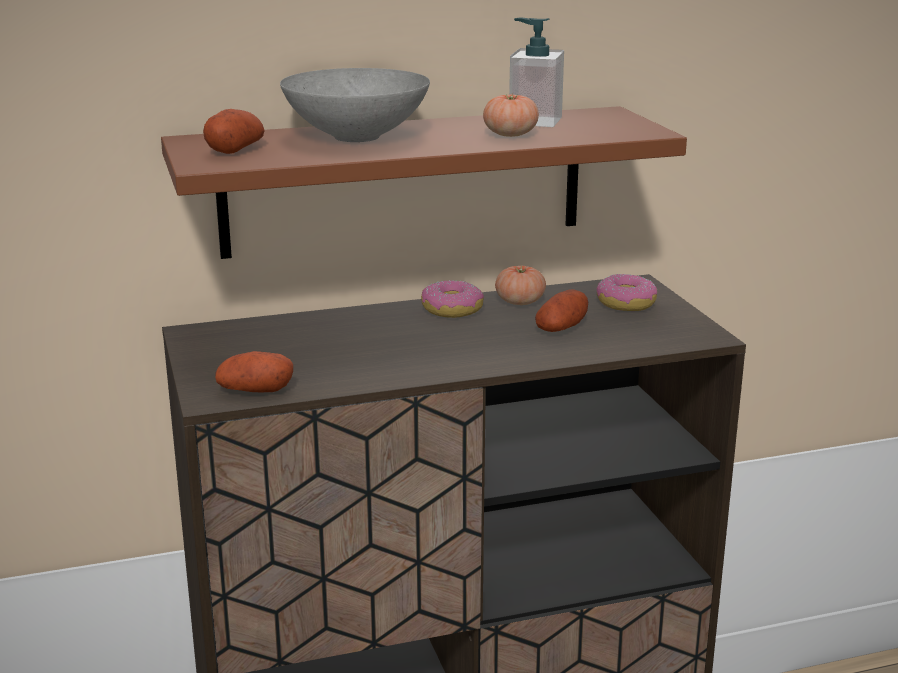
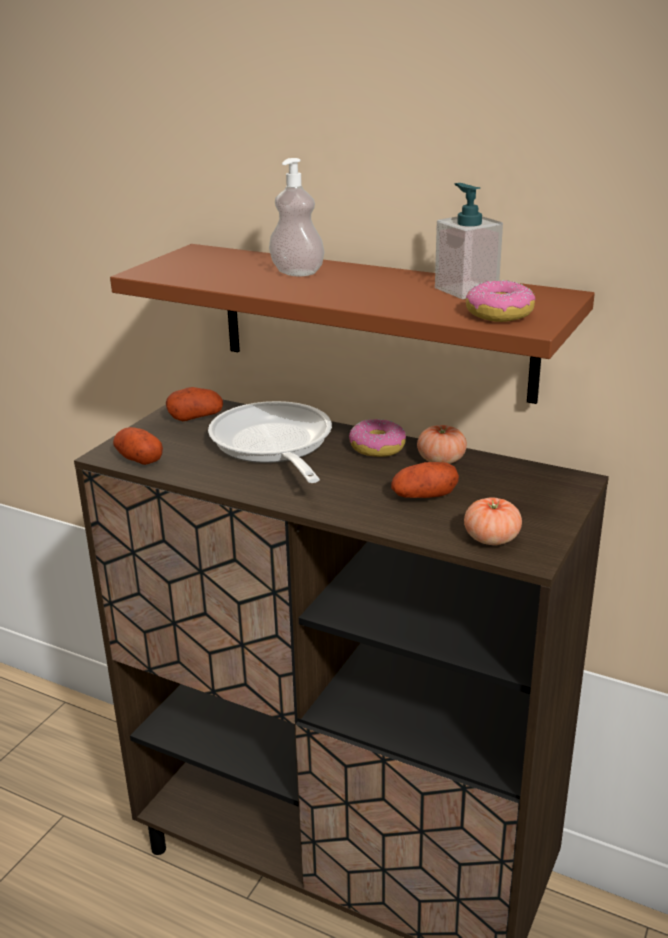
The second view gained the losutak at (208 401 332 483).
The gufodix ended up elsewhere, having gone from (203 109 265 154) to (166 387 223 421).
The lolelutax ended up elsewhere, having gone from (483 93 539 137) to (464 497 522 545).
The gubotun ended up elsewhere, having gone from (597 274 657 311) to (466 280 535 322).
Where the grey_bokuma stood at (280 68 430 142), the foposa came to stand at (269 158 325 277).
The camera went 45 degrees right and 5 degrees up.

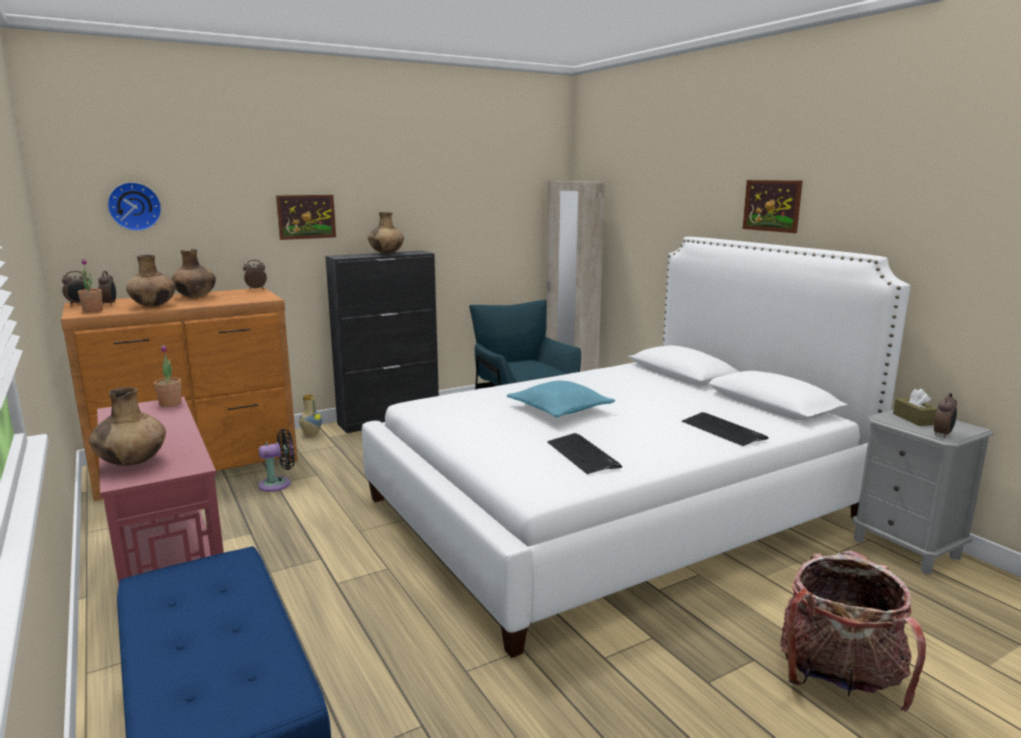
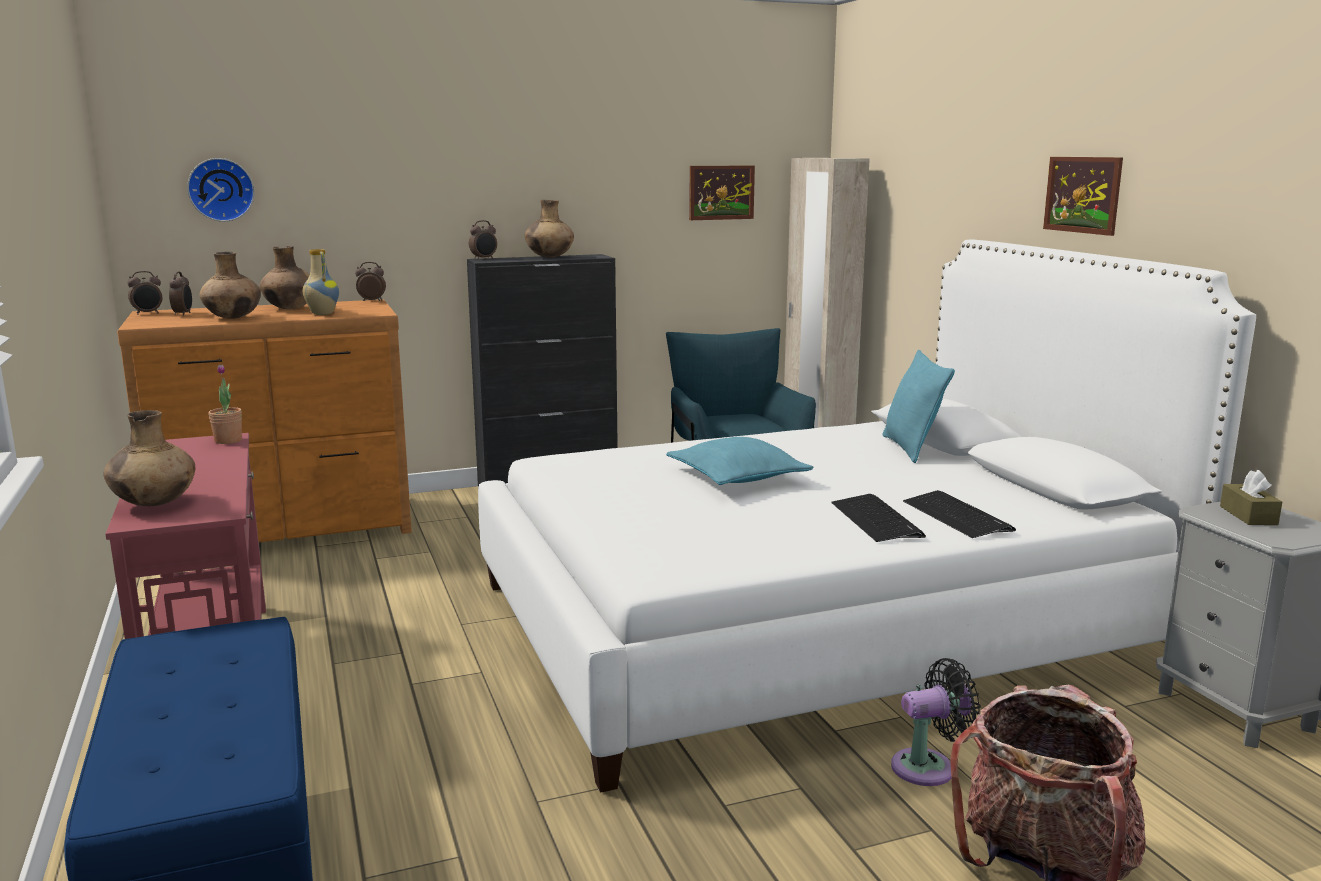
The second view lost the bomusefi at (78 258 103 312).
The second view gained the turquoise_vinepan at (882 350 955 463).
The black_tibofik ended up elsewhere, having gone from (258 429 294 492) to (891 658 981 786).
The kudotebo ended up elsewhere, having gone from (276 195 336 240) to (689 165 755 220).
The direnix ended up elsewhere, having gone from (299 394 322 436) to (303 249 339 315).
The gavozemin ended up elsewhere, having gone from (547 433 622 474) to (832 494 926 542).
The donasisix ended up elsewhere, having gone from (934 393 957 438) to (469 220 497 260).
The camera went 10 degrees right and 0 degrees up.

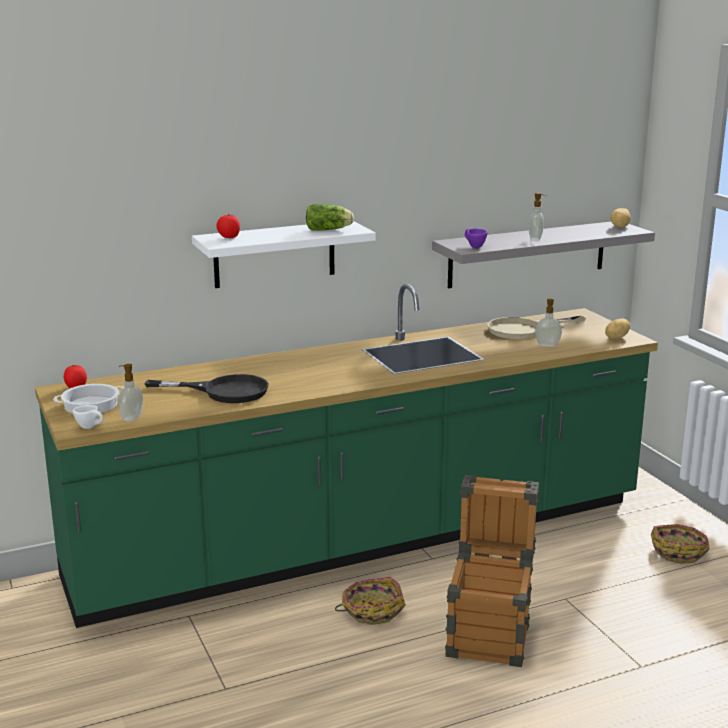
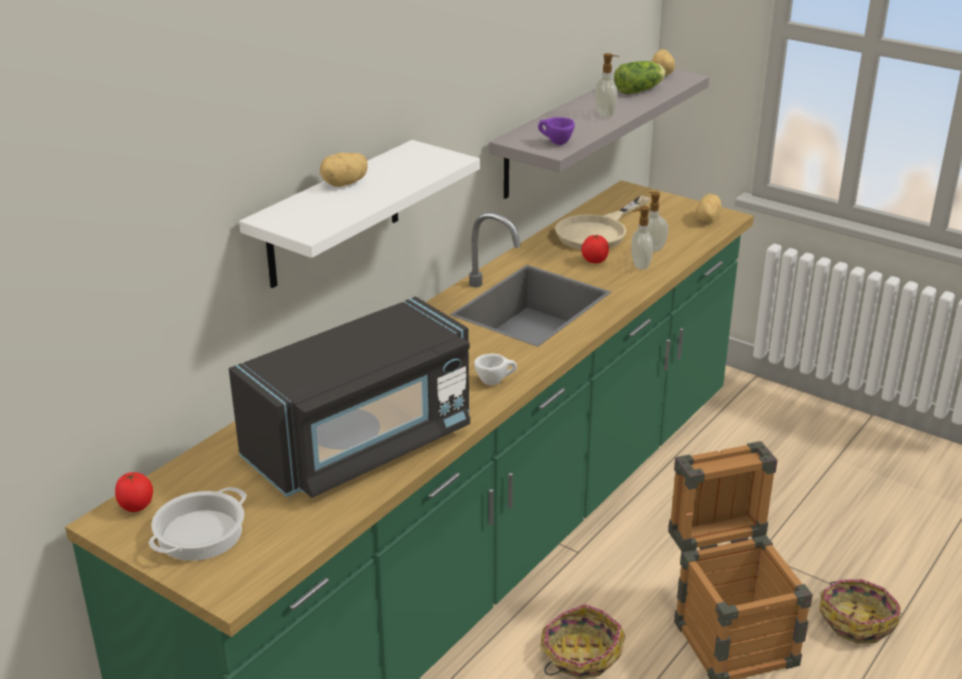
The second view gained the gufodix at (320 153 368 187).
The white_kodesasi ended up elsewhere, having gone from (73 405 103 429) to (474 354 517 385).
The foposa ended up elsewhere, having gone from (119 364 143 422) to (631 206 653 270).
The lolelutax ended up elsewhere, having gone from (216 214 240 238) to (581 234 609 263).
The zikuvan ended up elsewhere, having gone from (306 204 354 231) to (614 61 666 95).
The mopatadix ended up elsewhere, having gone from (651 524 710 564) to (820 579 901 643).
Where the black_losutak stood at (144 374 269 403), the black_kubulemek came to stand at (229 297 470 498).
The camera went 30 degrees left and 10 degrees up.

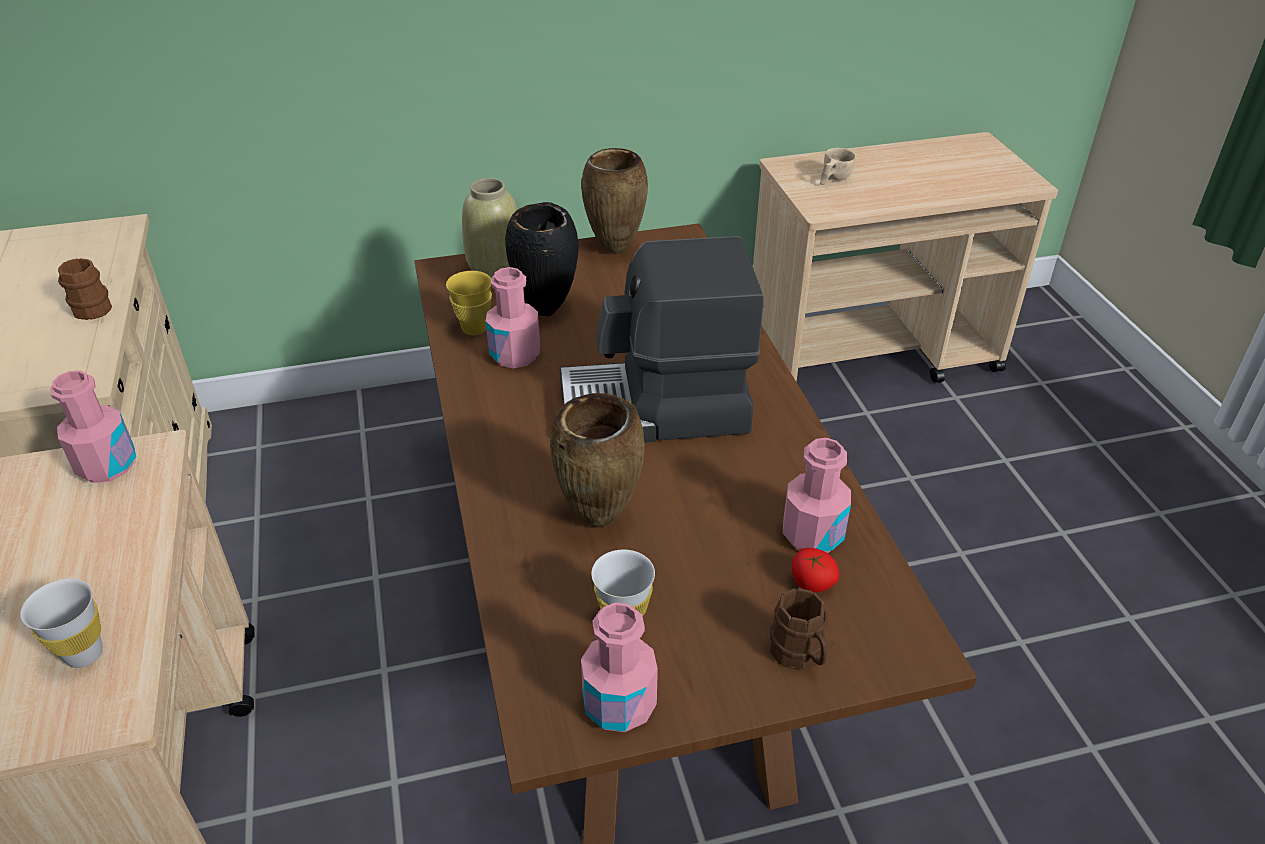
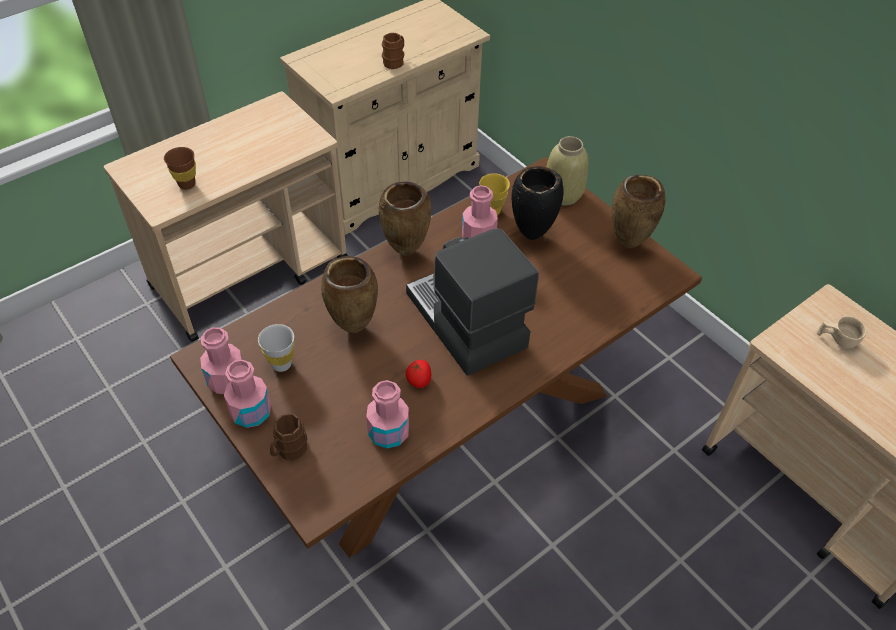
The second view gained the brown_direnix at (379 182 431 256).
The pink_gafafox ended up elsewhere, having gone from (50 370 136 483) to (224 359 271 428).
The lolelutax ended up elsewhere, having gone from (792 548 839 592) to (406 360 431 388).
What was the white_kodesasi at (20 578 103 668) turned into the brown_kodesasi at (164 147 196 190).
The camera went 65 degrees right and 10 degrees up.

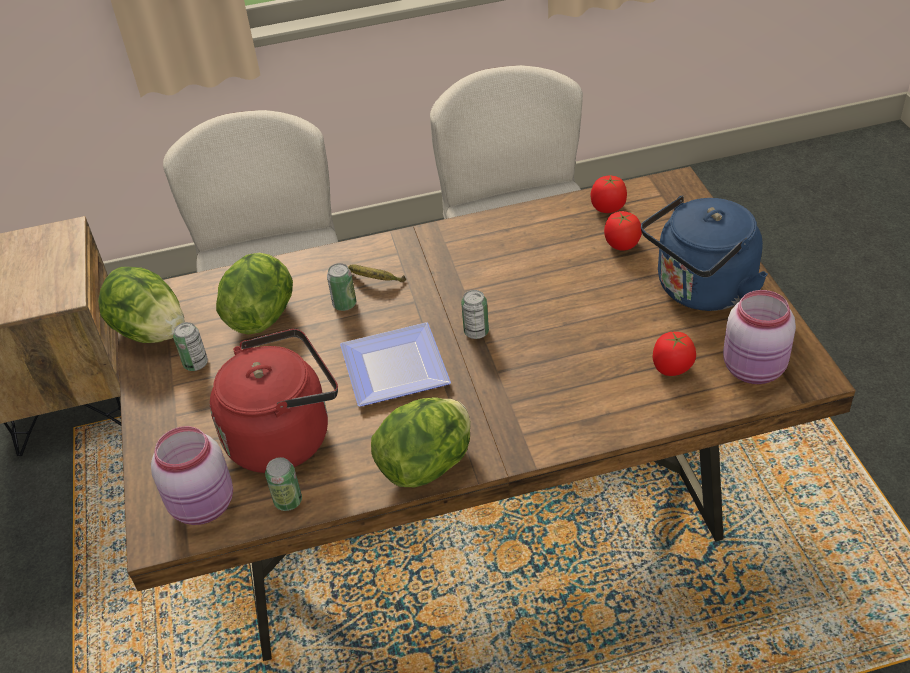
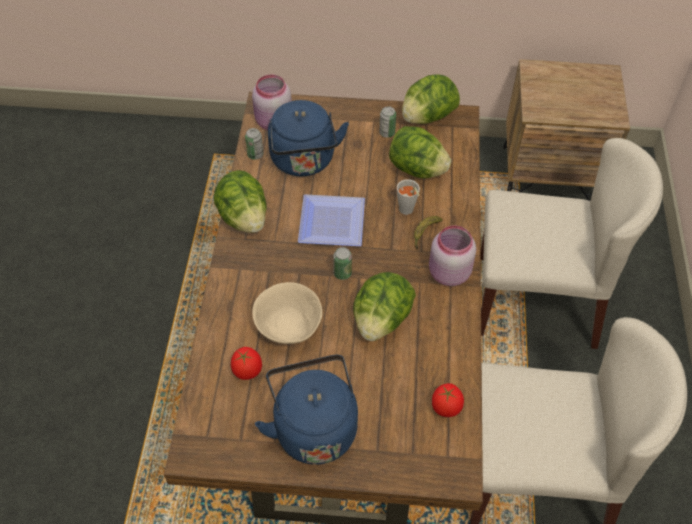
The second view lost the lolelutax at (604 211 642 251).
The second view gained the beige_bokuma at (252 282 322 344).
The second view gained the zikuvan at (353 272 416 341).
The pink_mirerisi ended up elsewhere, having gone from (723 290 796 384) to (429 225 476 286).
Where the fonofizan stood at (327 263 356 311), the grey_kodesasi came to stand at (397 179 420 215).
What was the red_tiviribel at (210 329 338 473) turned into the blue_tiviribel at (268 100 349 177).
The camera went 105 degrees right and 10 degrees up.

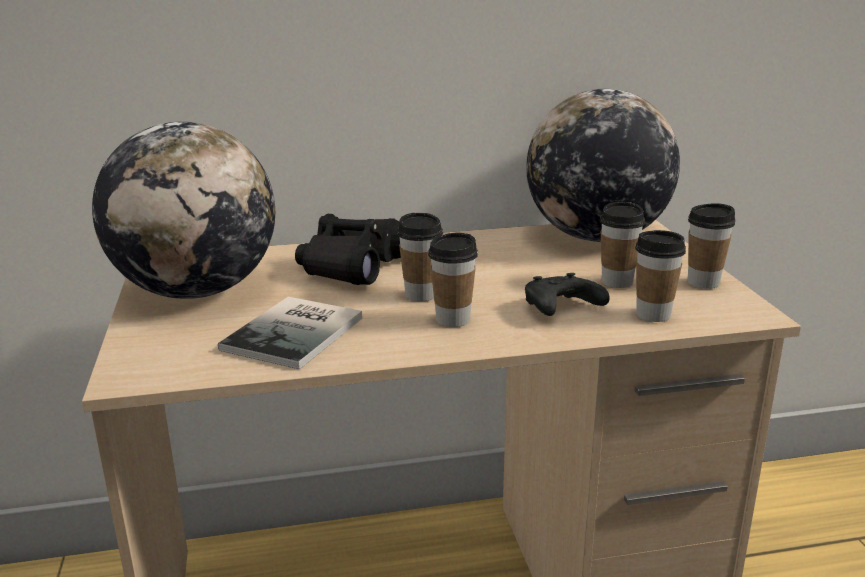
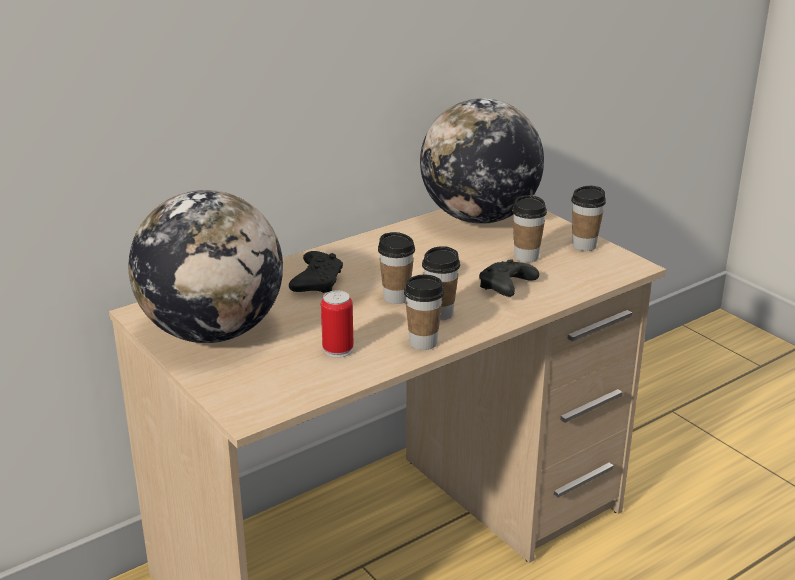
The kodesasi ended up elsewhere, having gone from (635 230 686 322) to (404 275 444 350).
Where the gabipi stood at (218 297 362 369), the fonofizan came to stand at (321 290 354 358).
Where the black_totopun stood at (295 214 401 285), the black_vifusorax came to stand at (289 251 343 293).
The camera went 25 degrees left and 5 degrees up.

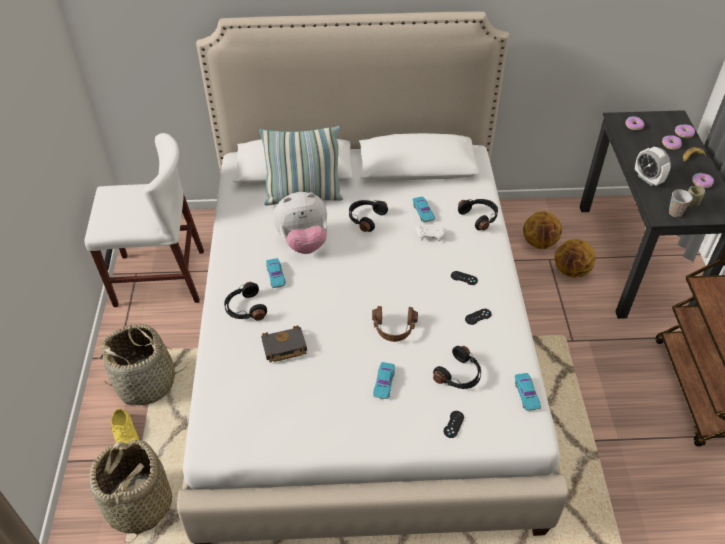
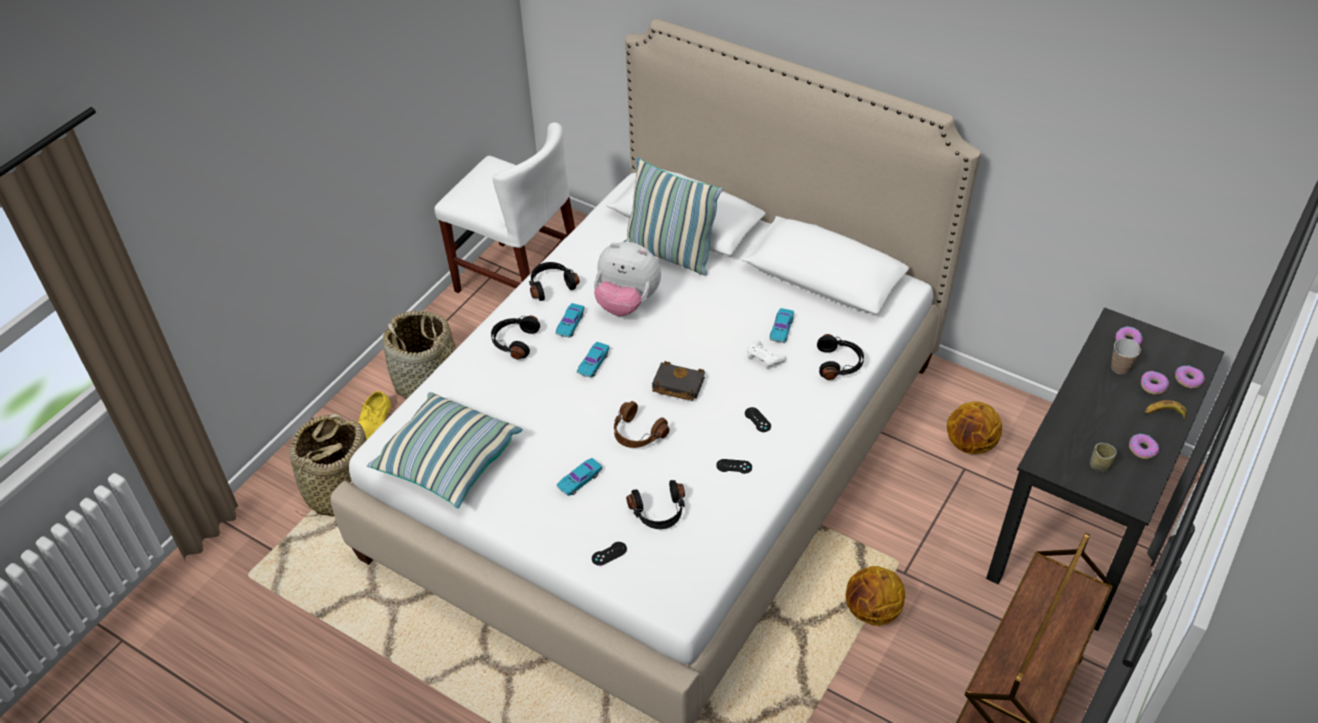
The second view lost the donasisix at (635 147 671 186).
The second view gained the vinepan at (366 392 523 508).
The black_gabipi ended up elsewhere, having gone from (261 325 307 362) to (652 361 705 401).
The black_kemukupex ended up elsewhere, having gone from (349 200 388 232) to (529 262 580 301).
The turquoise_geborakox ended up elsewhere, having gone from (515 373 541 411) to (577 342 610 378).
The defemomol ended up elsewhere, having gone from (555 239 596 278) to (846 566 905 626).
The kodesasi ended up elsewhere, having gone from (669 190 693 217) to (1111 338 1141 374).
The camera went 35 degrees right and 0 degrees up.

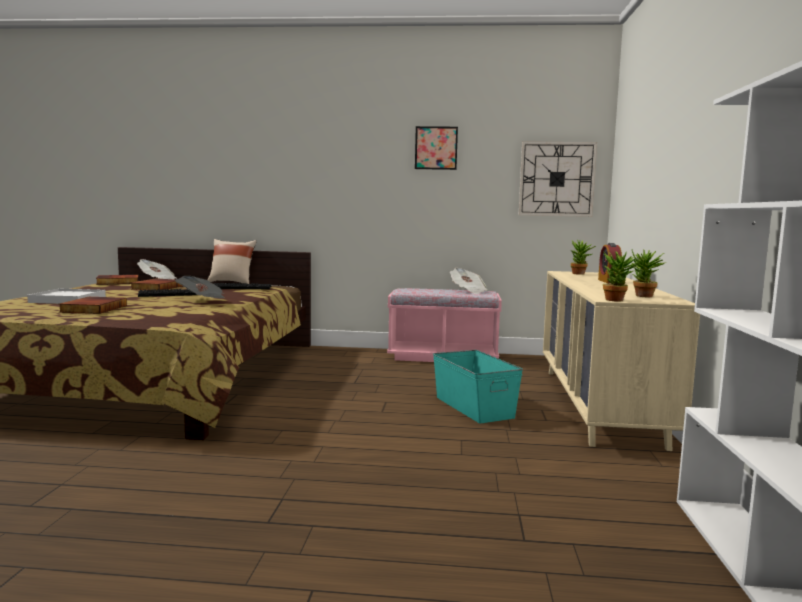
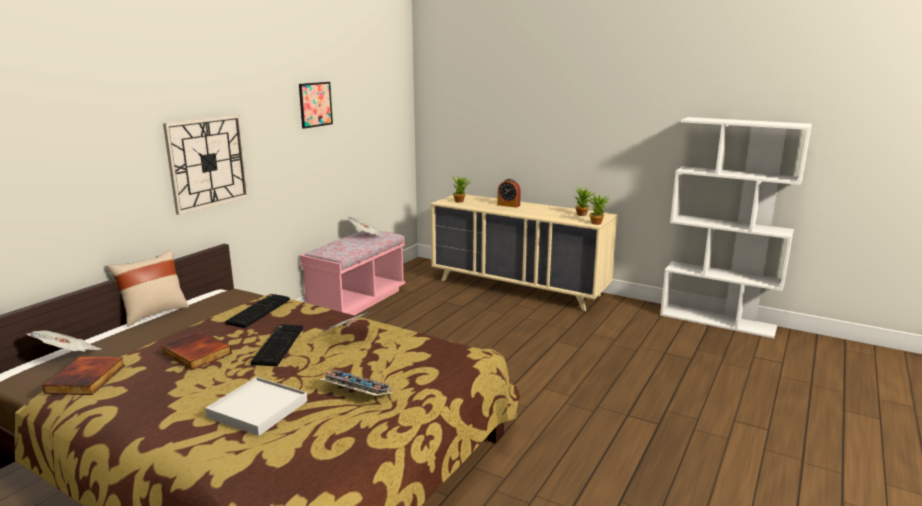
The second view lost the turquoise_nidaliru at (433 350 523 423).
The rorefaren ended up elsewhere, having gone from (519 141 597 217) to (163 115 249 215).
Where the gabipi stood at (59 297 127 314), the gavozemin came to stand at (319 370 393 396).
The camera went 65 degrees left and 10 degrees up.

